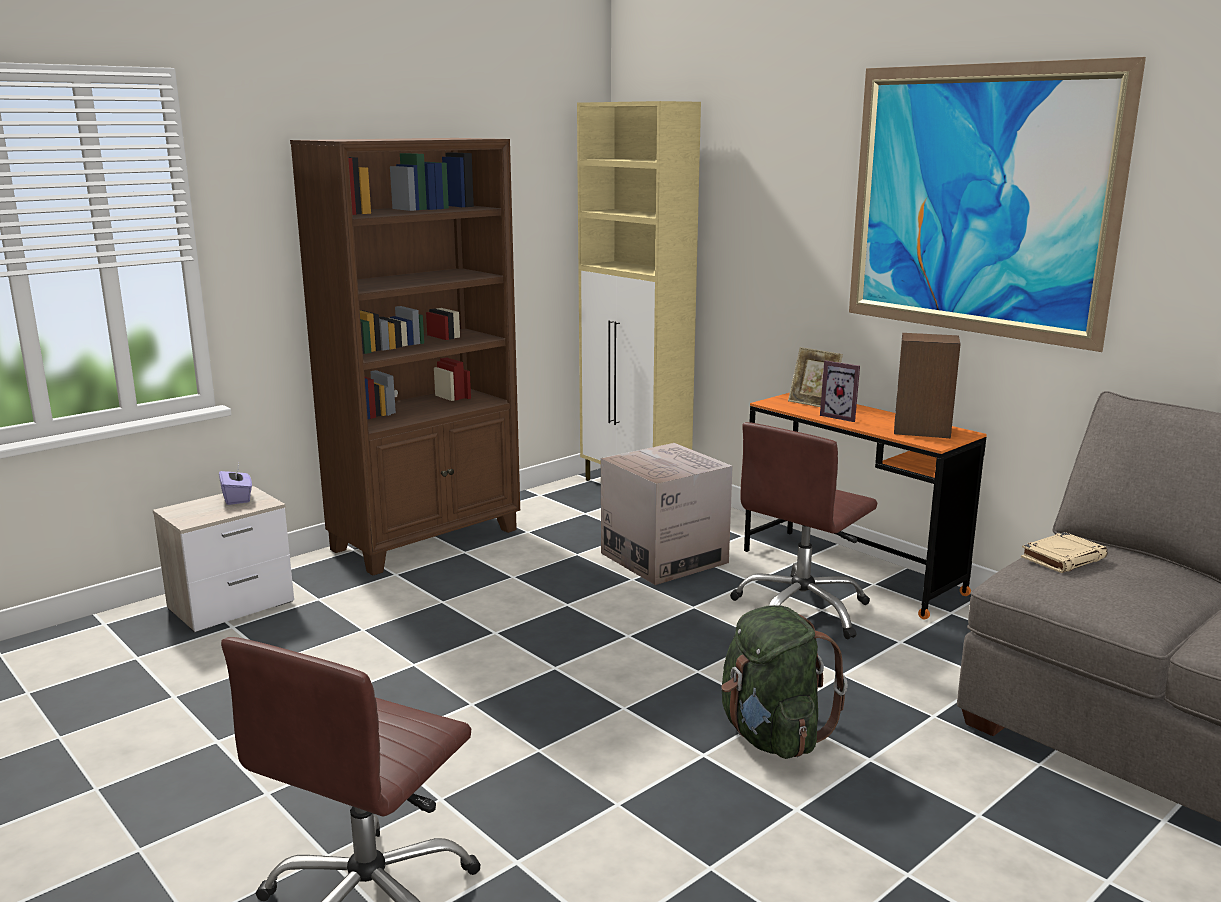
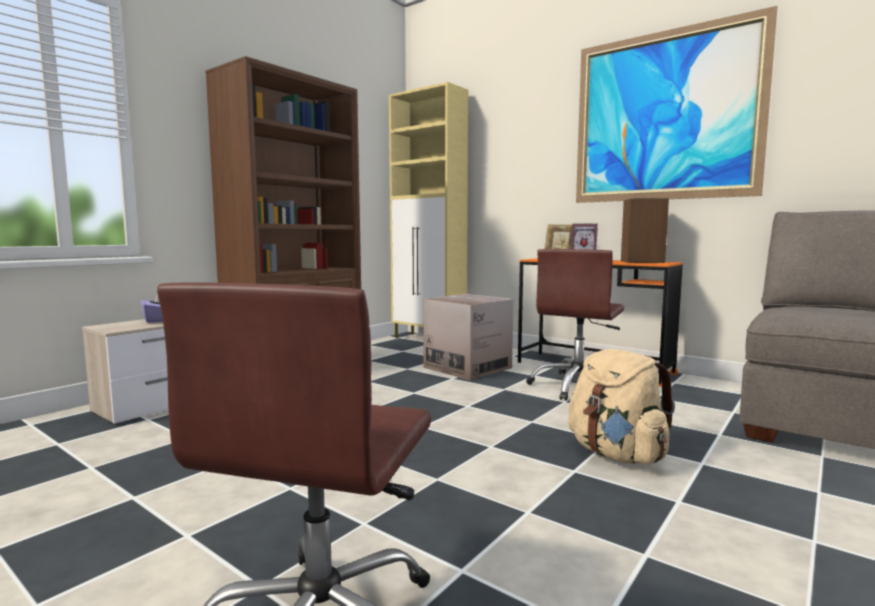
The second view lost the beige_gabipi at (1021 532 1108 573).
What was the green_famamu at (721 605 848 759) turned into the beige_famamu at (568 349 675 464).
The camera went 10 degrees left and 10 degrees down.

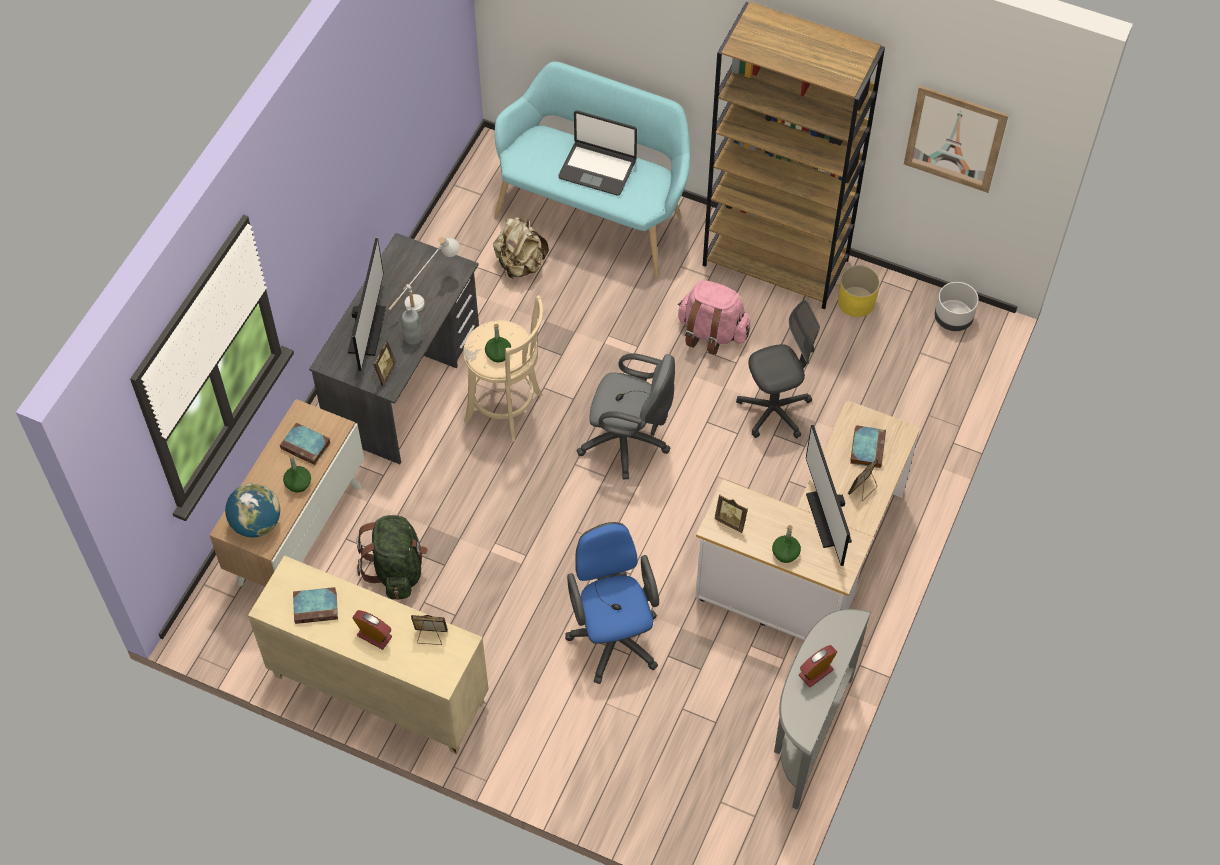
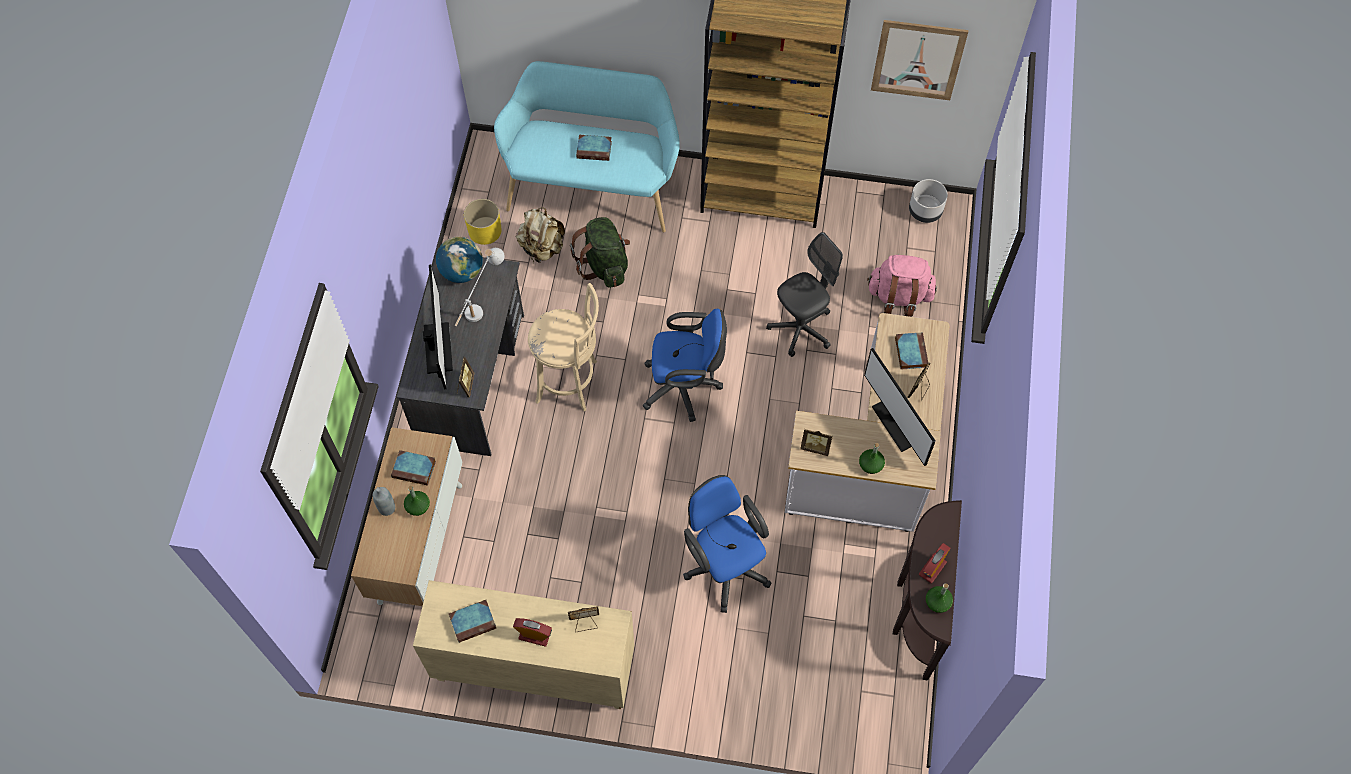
The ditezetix ended up elsewhere, having gone from (225 483 280 537) to (436 236 483 283).
The green_famamu ended up elsewhere, having gone from (356 515 428 600) to (570 217 630 288).
The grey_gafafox ended up elsewhere, having gone from (401 307 422 345) to (373 487 395 516).
The green_gafafox ended up elsewhere, having gone from (485 324 511 362) to (926 583 953 613).
The pink_famamu ended up elsewhere, having gone from (678 280 750 355) to (867 255 937 317).
The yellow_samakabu ended up elsewhere, having gone from (838 265 880 317) to (464 199 502 245).
Where the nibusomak stood at (558 110 637 196), the gabipi came to stand at (576 135 612 161).
What was the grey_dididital at (577 353 675 479) turned into the blue_dididital at (643 309 727 422).
What was the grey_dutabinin at (774 609 871 810) turned into the brown_dutabinin at (893 500 962 681).
The camera went 15 degrees left and 5 degrees up.

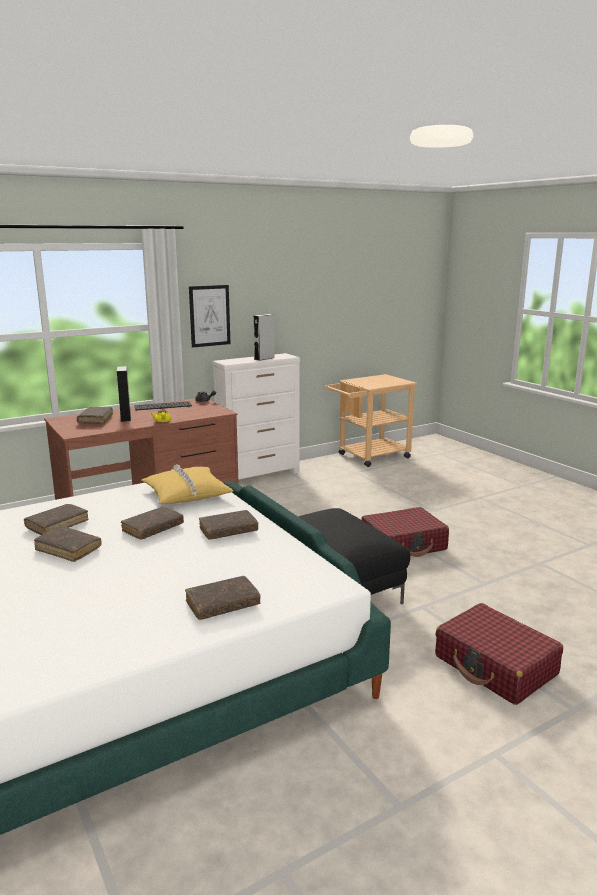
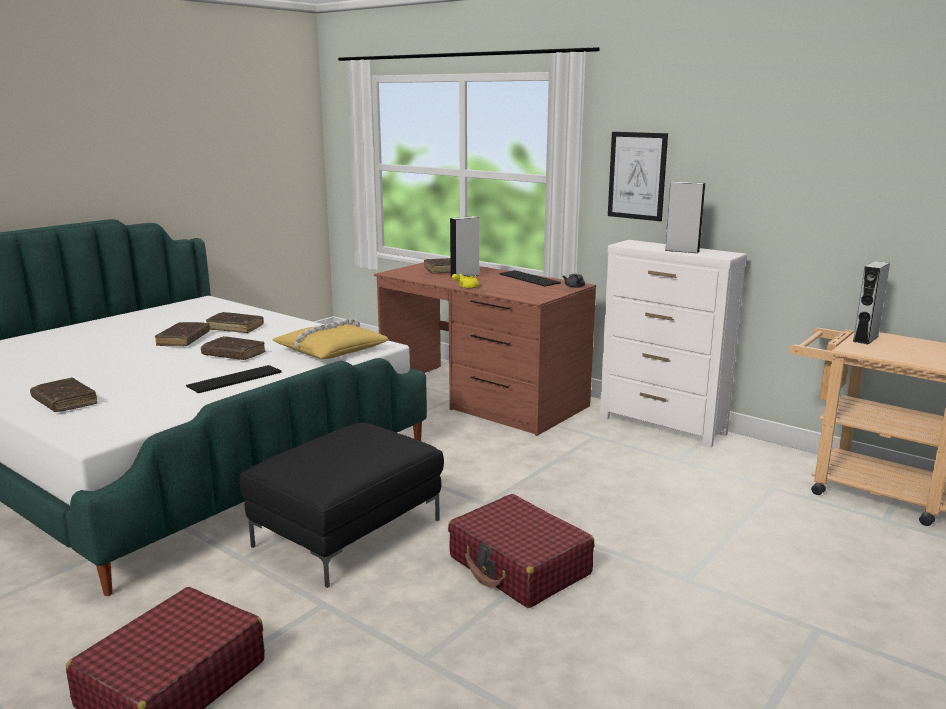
The second view gained the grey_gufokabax at (853 261 890 345).
Where the brown_gabipi stood at (199 510 258 540), the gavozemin came to stand at (186 365 282 393).
The camera went 70 degrees right and 0 degrees up.

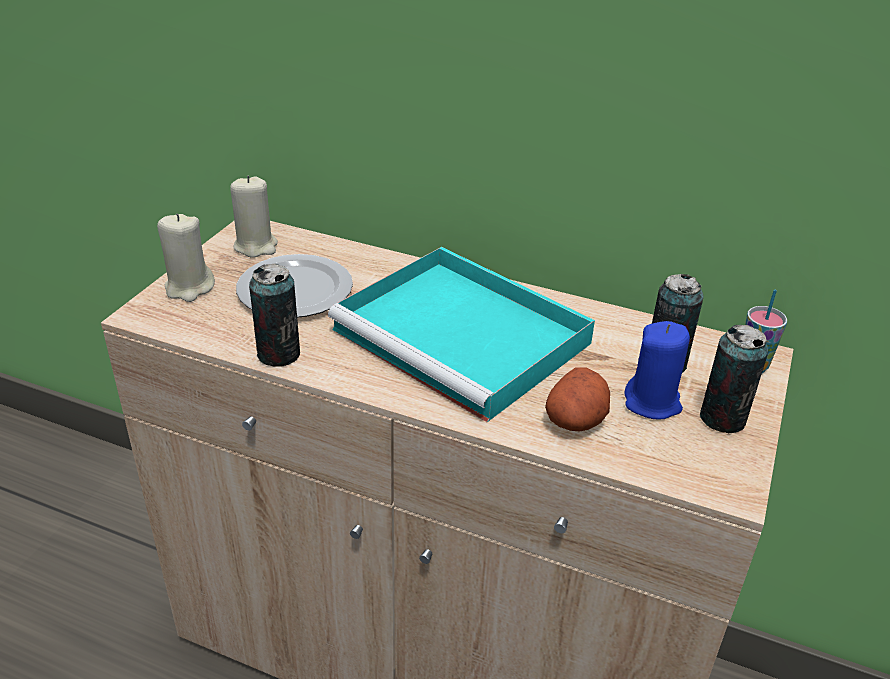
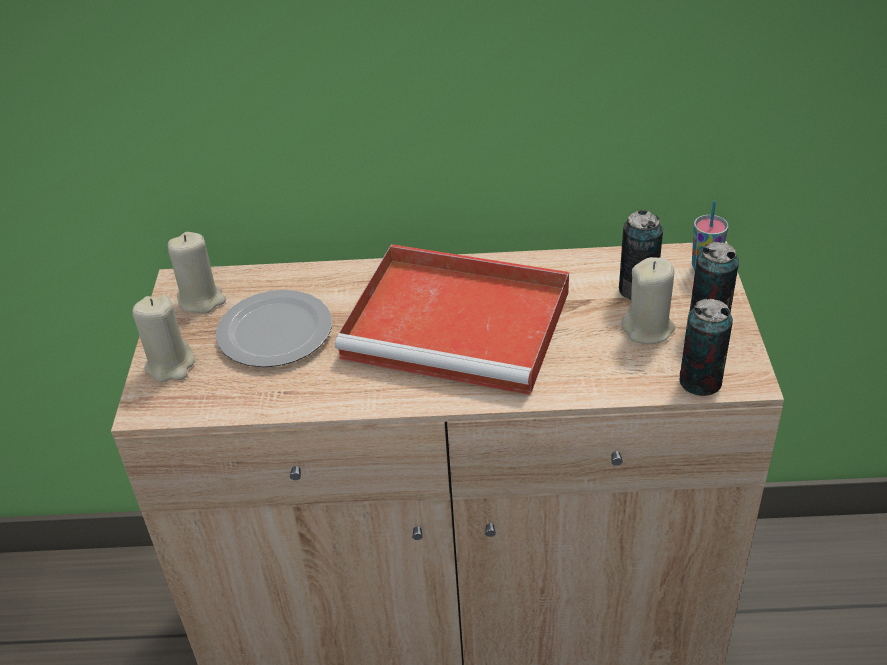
The second view lost the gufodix at (545 368 610 431).
The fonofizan ended up elsewhere, having gone from (249 264 300 367) to (680 299 733 396).
What was the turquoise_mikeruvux at (328 247 595 422) turned into the red_mikeruvux at (335 244 569 395).
What was the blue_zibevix at (624 321 690 420) turned into the beige_zibevix at (622 257 675 344).
The camera went 20 degrees left and 5 degrees up.

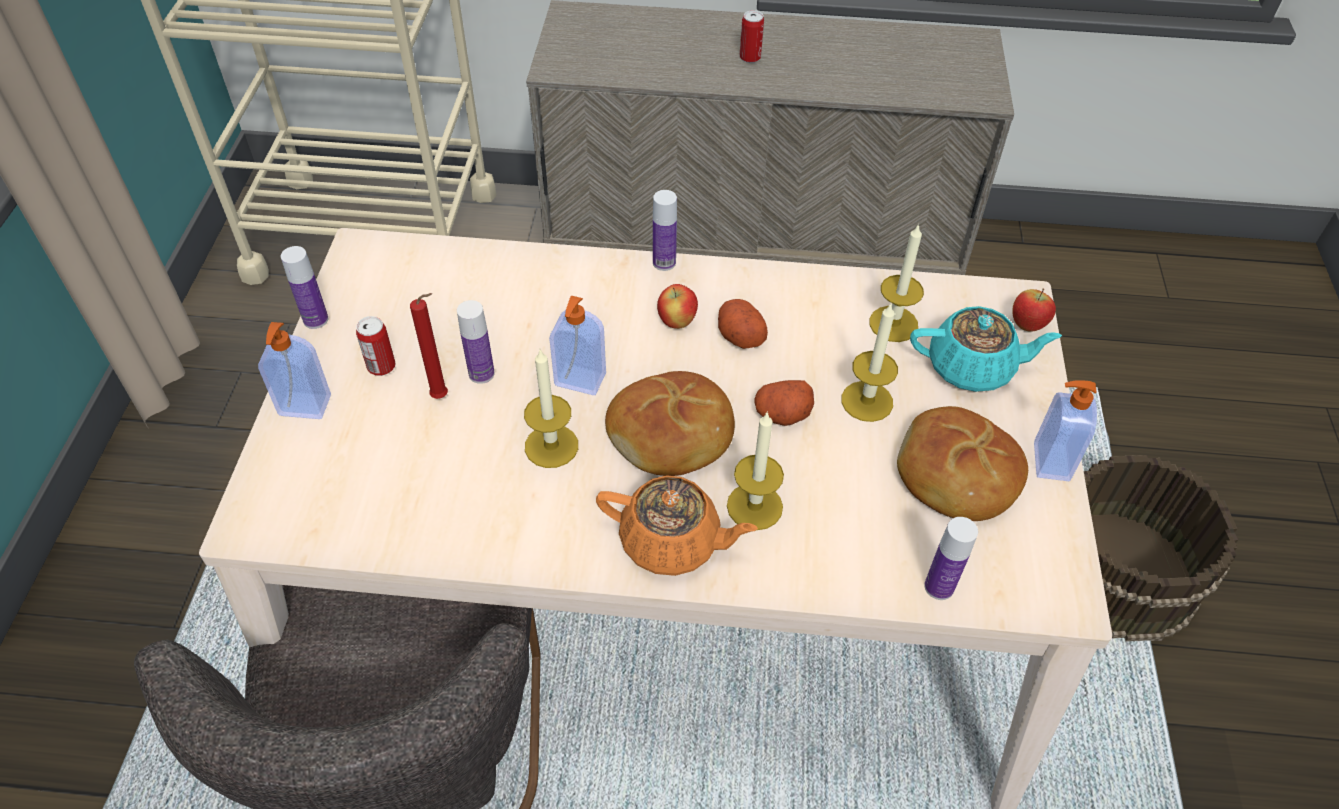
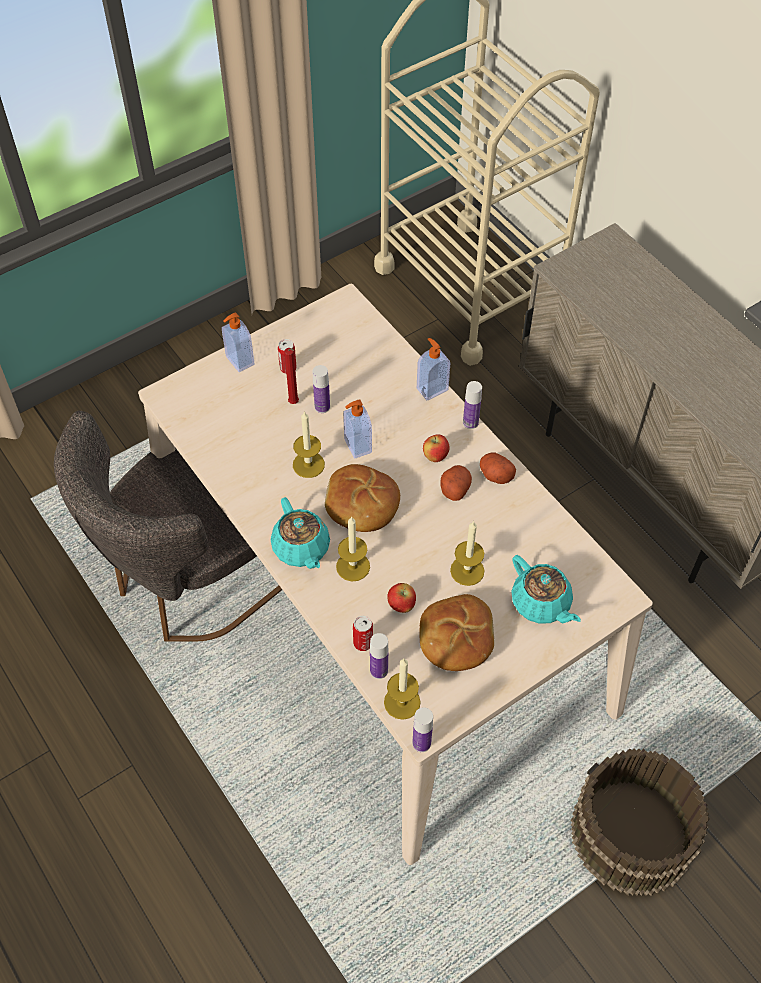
The gafafox ended up elsewhere, having gone from (281 246 328 329) to (412 707 433 752).
The fonofizan ended up elsewhere, having gone from (740 10 764 63) to (353 616 373 651).
The gufodix ended up elsewhere, having gone from (754 380 814 426) to (480 453 516 484).
The zibevix ended up elsewhere, having gone from (869 223 924 342) to (384 659 421 720).
The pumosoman ended up elsewhere, having gone from (1012 288 1056 332) to (387 583 416 613).
The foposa ended up elsewhere, having gone from (1034 380 1097 481) to (417 338 450 400).
What was the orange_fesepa at (596 475 758 576) turned into the turquoise_fesepa at (271 497 330 569).
The camera went 50 degrees right and 5 degrees up.

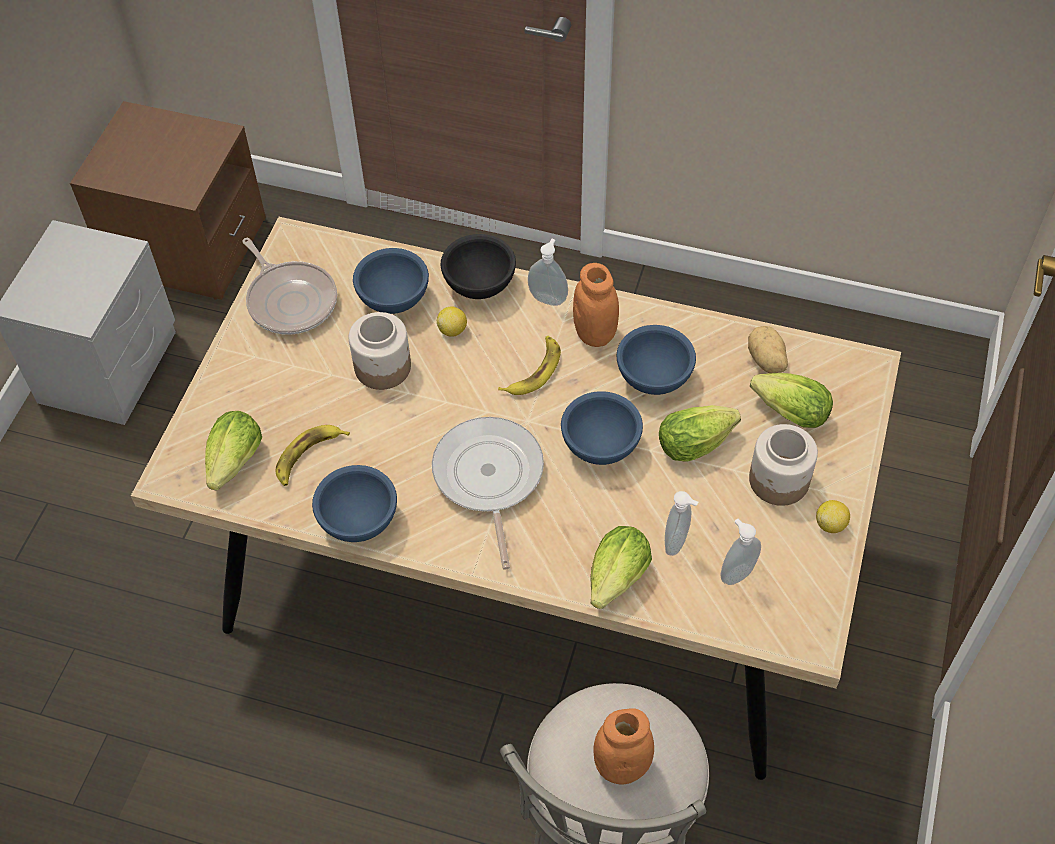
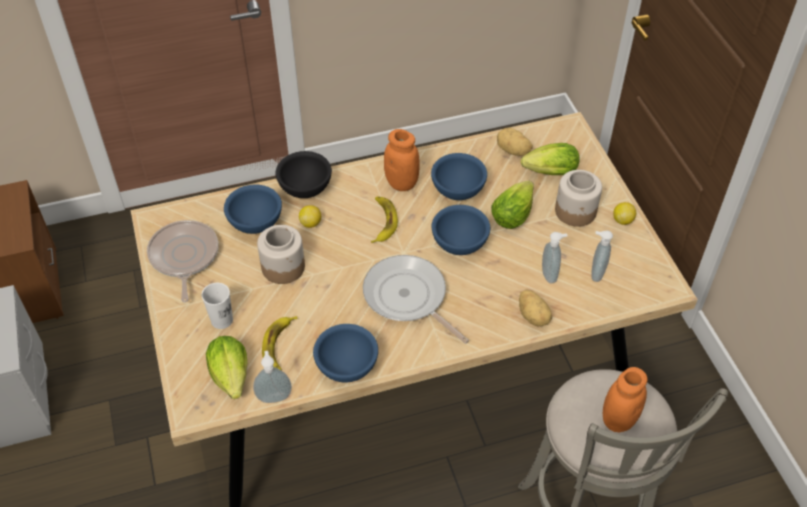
The second view gained the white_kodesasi at (201 283 233 329).
The foposa ended up elsewhere, having gone from (528 239 568 306) to (253 351 292 403).
Where the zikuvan stood at (590 526 652 609), the gufodix came to stand at (519 290 552 326).
The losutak at (242 238 337 335) ended up facing another way, 120 degrees counterclockwise from before.
The camera went 35 degrees left and 5 degrees down.

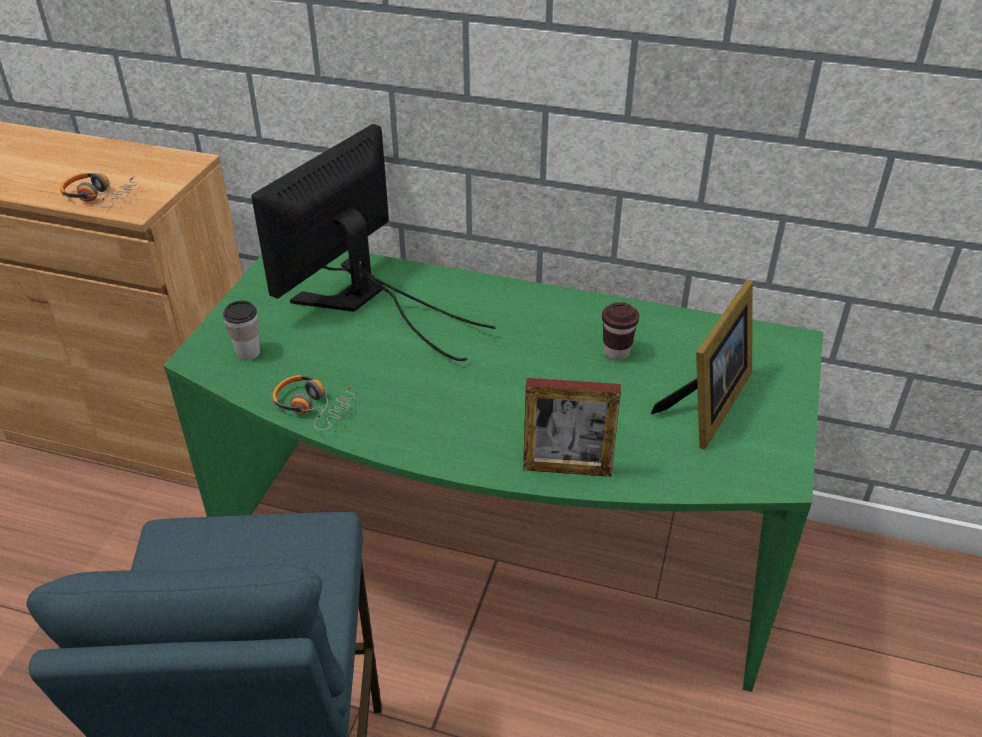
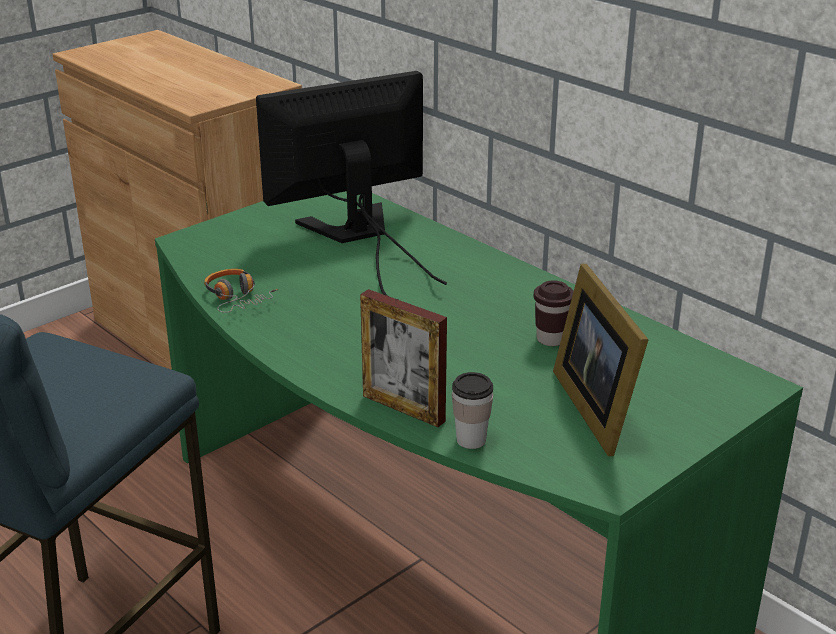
The second view lost the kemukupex at (60 173 137 208).
The kodesasi ended up elsewhere, having gone from (223 300 260 360) to (452 372 493 449).
The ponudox at (651 279 753 449) ended up facing another way, 105 degrees clockwise from before.
The camera went 30 degrees right and 10 degrees down.

